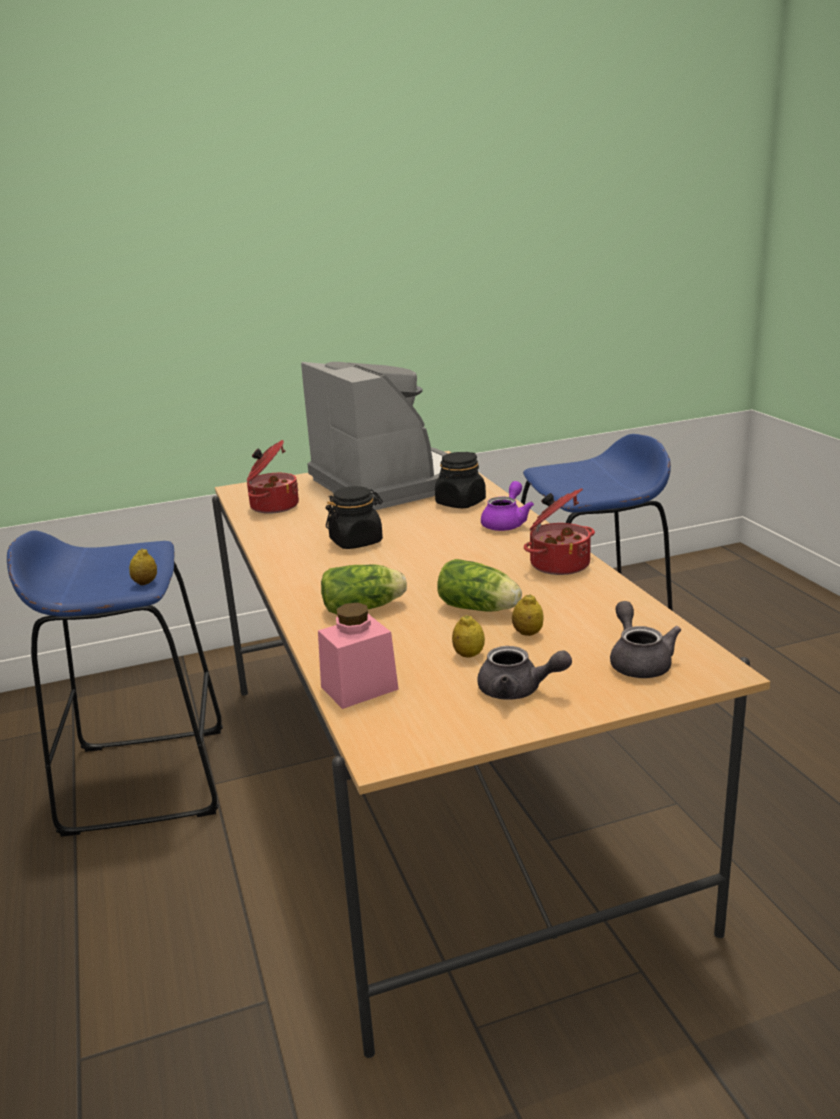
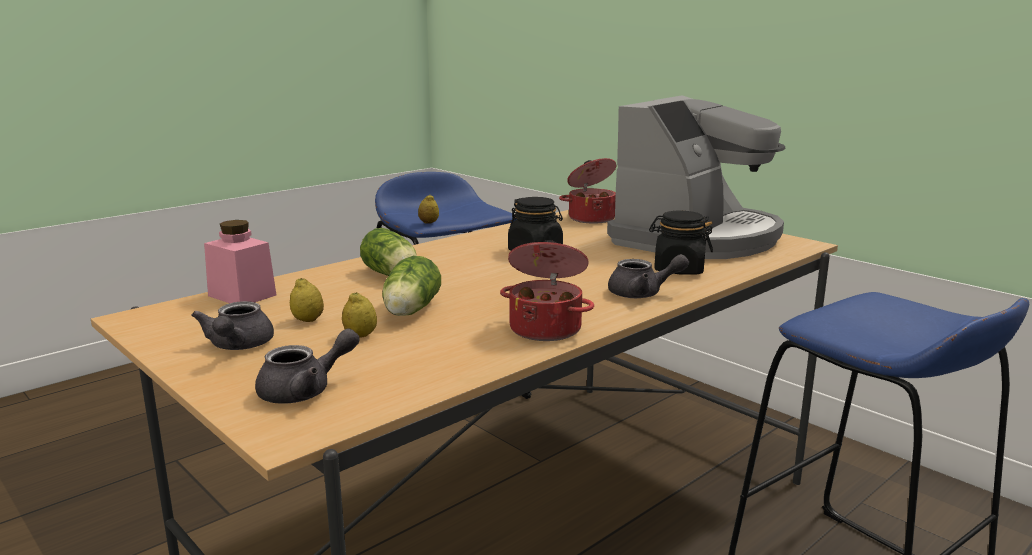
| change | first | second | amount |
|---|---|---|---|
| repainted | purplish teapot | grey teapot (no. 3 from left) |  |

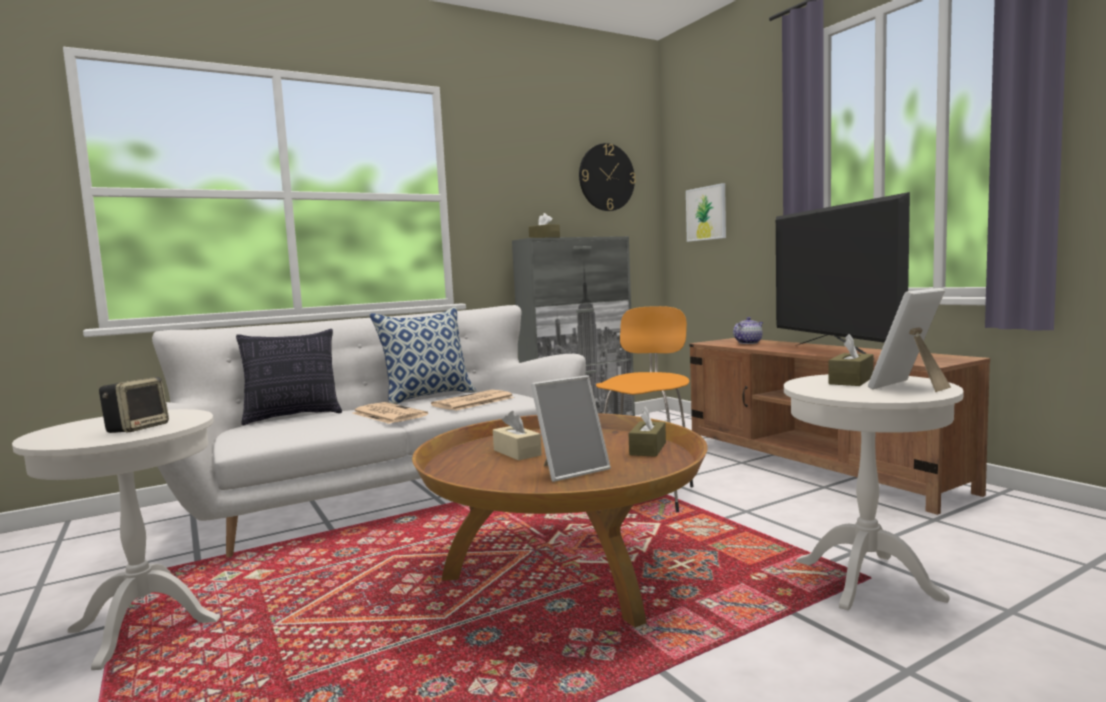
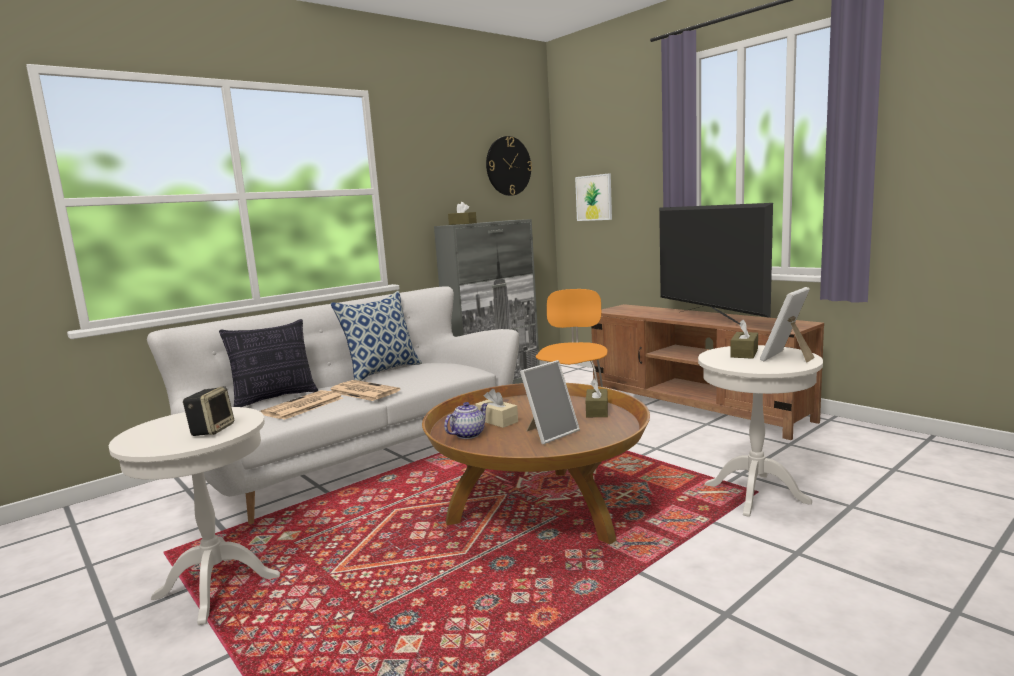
| change | first | second | amount |
|---|---|---|---|
| shifted | newspaper (no. 2 from left in the first image) | newspaper (no. 1 from left) |  |
| shifted | teapot |  |  |

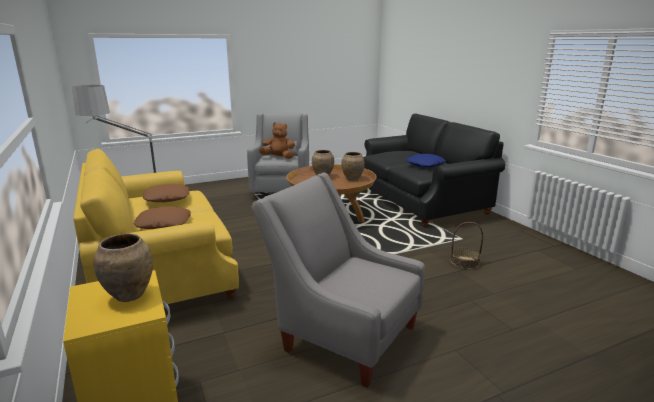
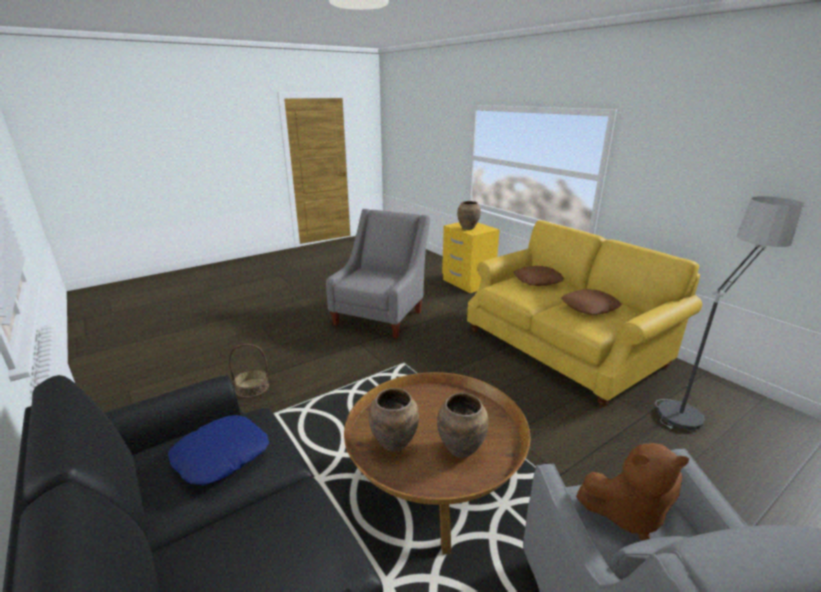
| change | first | second | amount |
|---|---|---|---|
| rotated | grey armchair (no. 2 from left in the first image) | grey armchair (no. 1 from left) | 90 degrees counterclockwise |

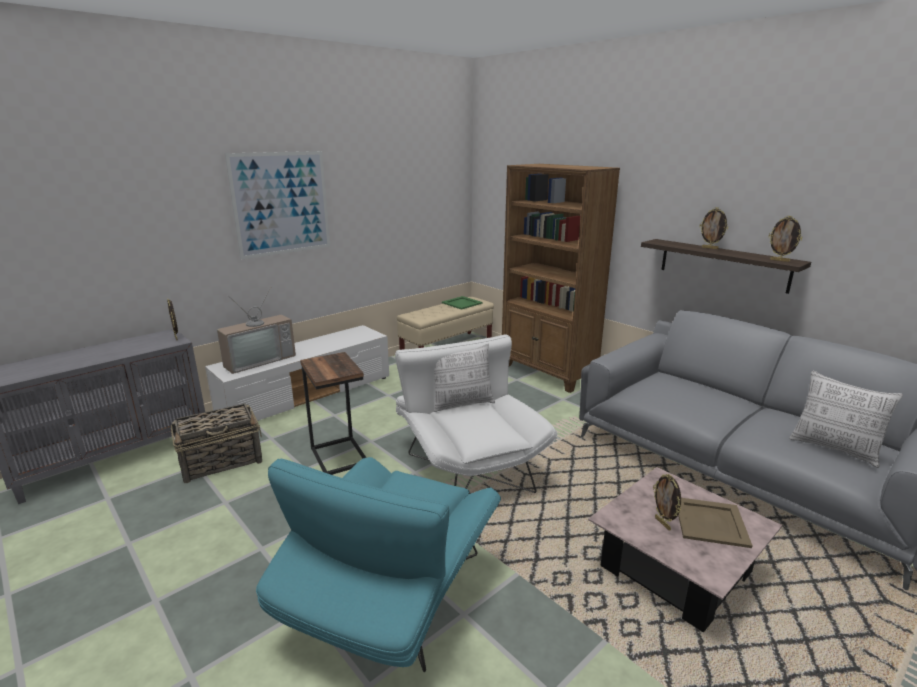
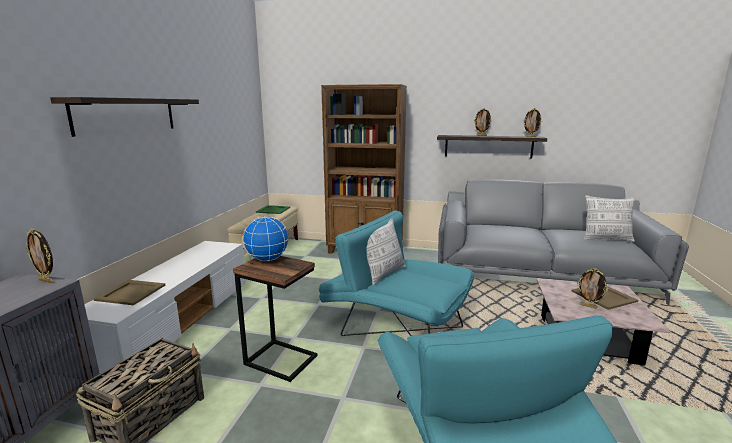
| change | first | second | amount |
|---|---|---|---|
| swapped | TV | sand-coloured carrying tray (no. 1 from left) |  |
| swapped | wall picture | shelf (no. 1 from left) |  |
| repainted | white-coloured armchair | turquoise-coloured armchair (no. 1 from left) |  |
| new |  | world globe |  |

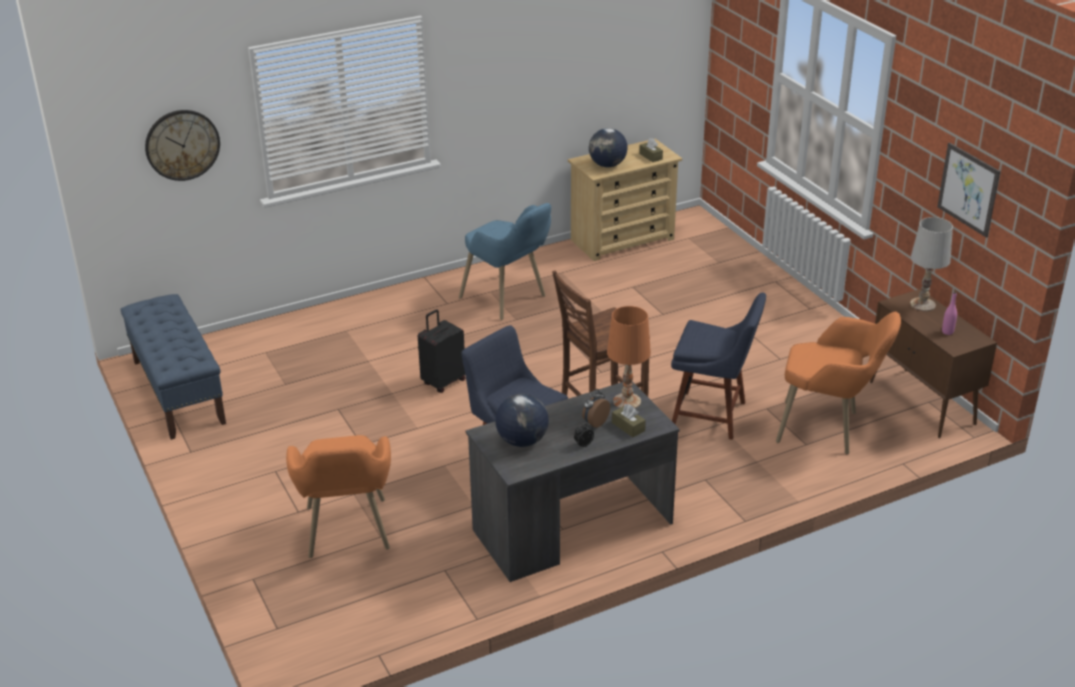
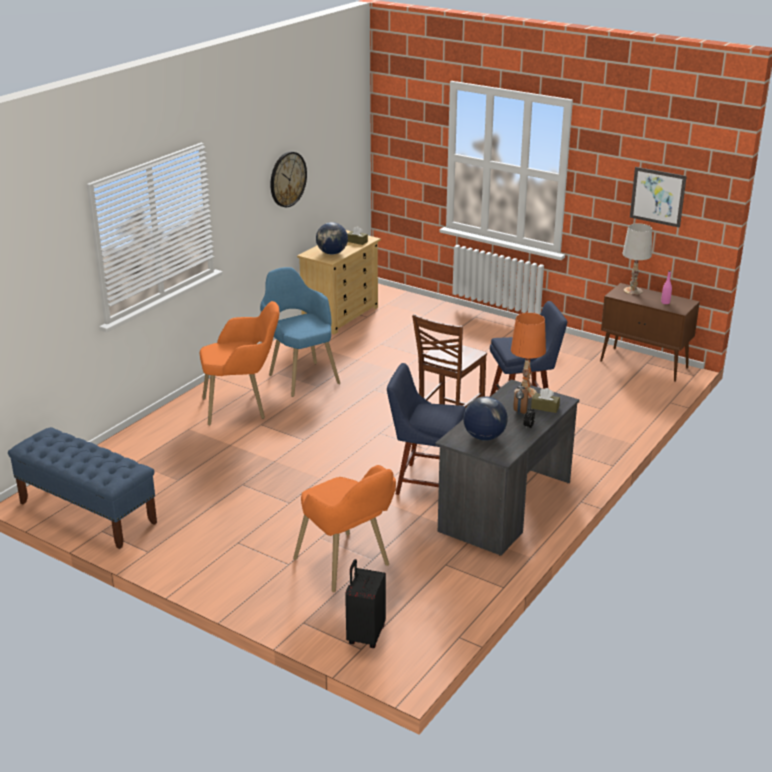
| change | first | second | amount |
|---|---|---|---|
| shifted | hanging clock |  |  |
| shifted | black-coloured piece of luggage |  |  |
| rotated | blue-coloured armchair |  | 135 degrees counterclockwise |
| shifted | orangey armchair (no. 2 from left in the first image) | orangey armchair (no. 1 from left) |  |

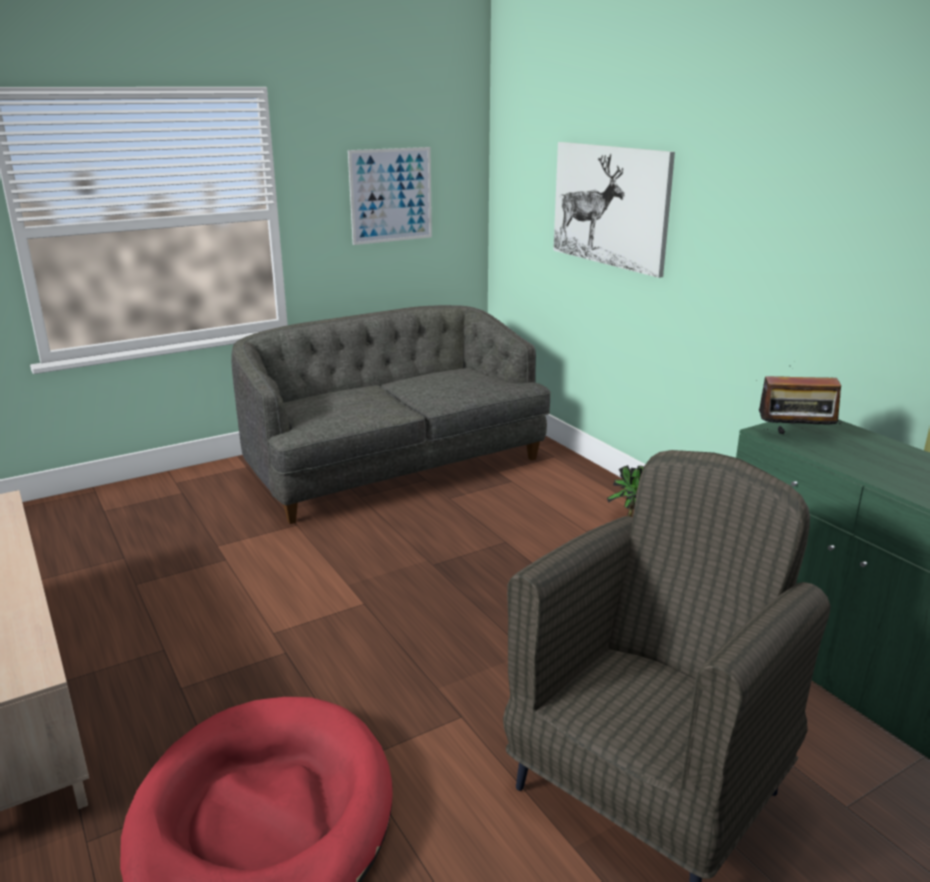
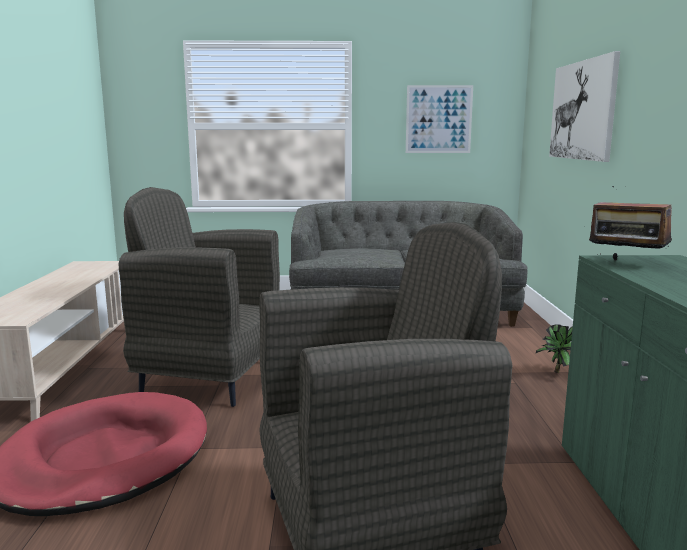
| change | first | second | amount |
|---|---|---|---|
| new |  | grey armchair (no. 1 from left) |  |

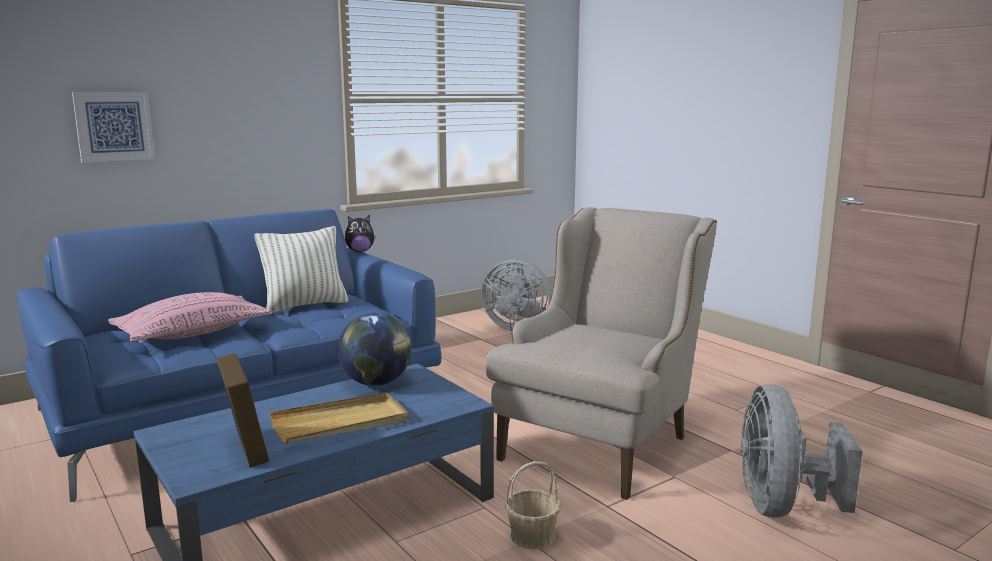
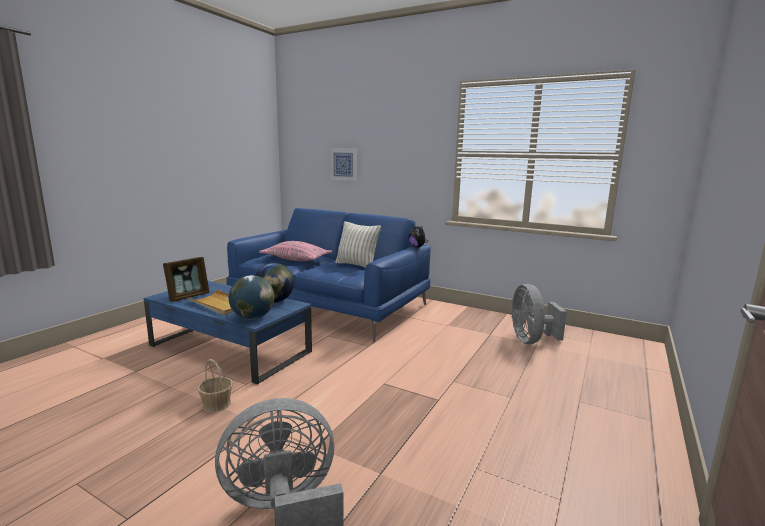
| change | first | second | amount |
|---|---|---|---|
| gone | sand-coloured armchair |  |  |
| new |  | world globe (no. 1 from left) |  |

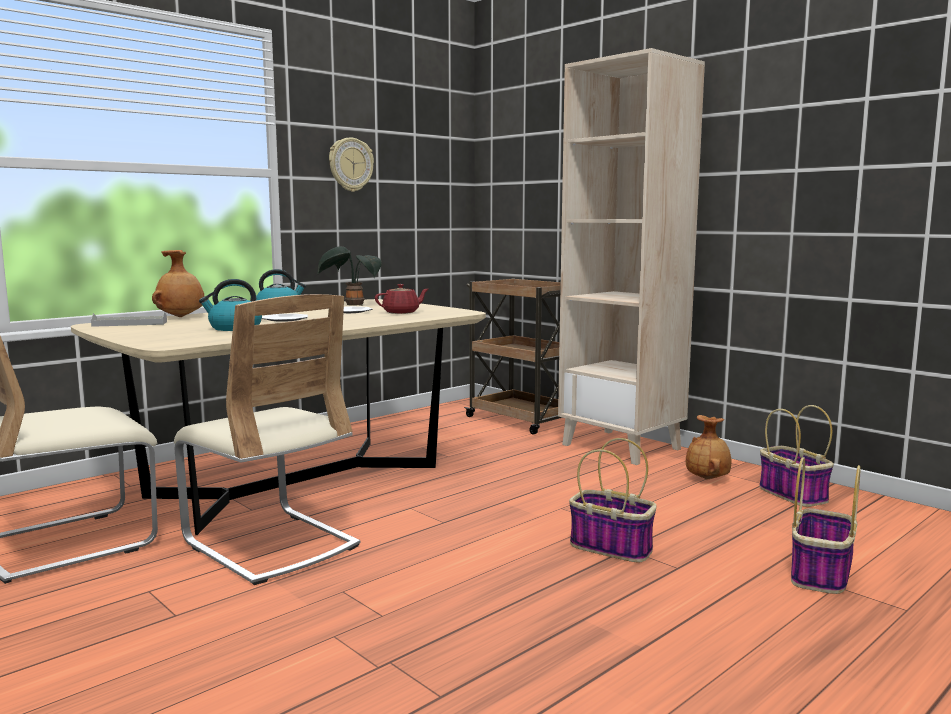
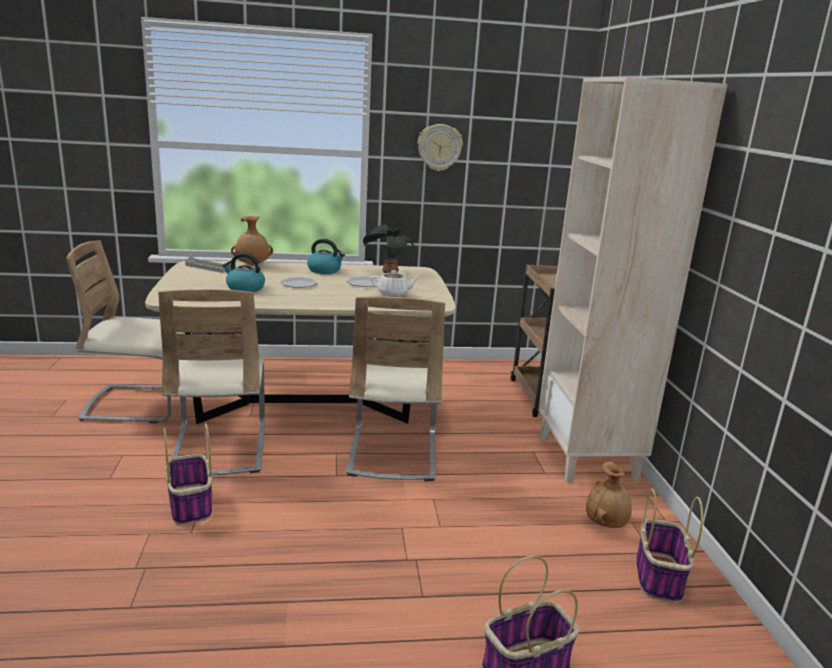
| change | first | second | amount |
|---|---|---|---|
| repainted | reddish teapot | white-coloured teapot |  |
| shifted | storage basket (no. 1 from left) |  |  |
| new |  | sand-coloured upright chair (no. 3 from left) |  |

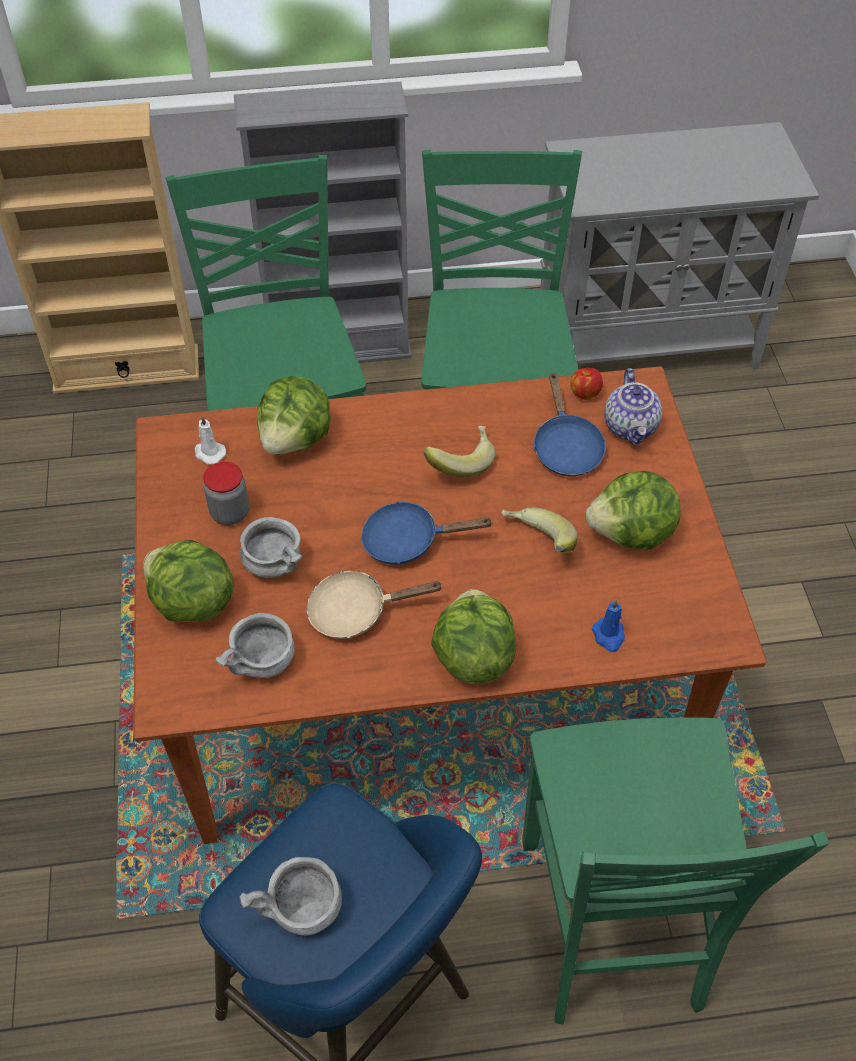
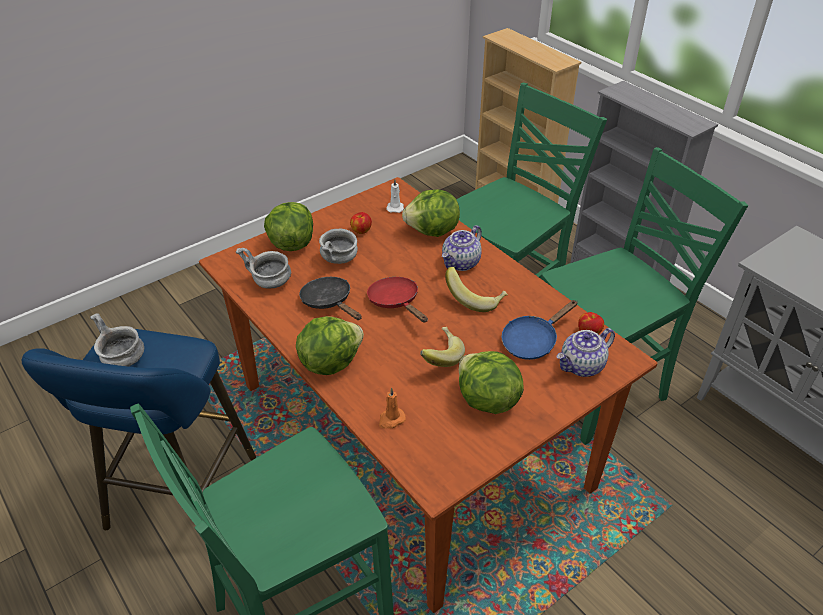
| change | first | second | amount |
|---|---|---|---|
| swapped | jar | apple (no. 1 from left) |  |
| repainted | sand-coloured frying pan | black-coloured frying pan |  |
| repainted | blue-coloured frying pan (no. 1 from left) | reddish frying pan |  |
| repainted | blue-coloured wax candle | orangey wax candle |  |
| new |  | teapot (no. 1 from left) |  |

